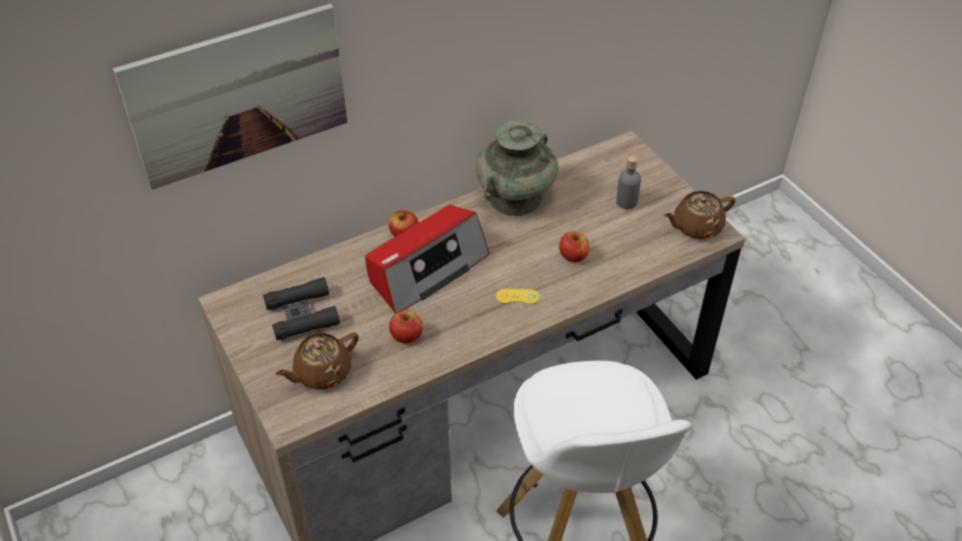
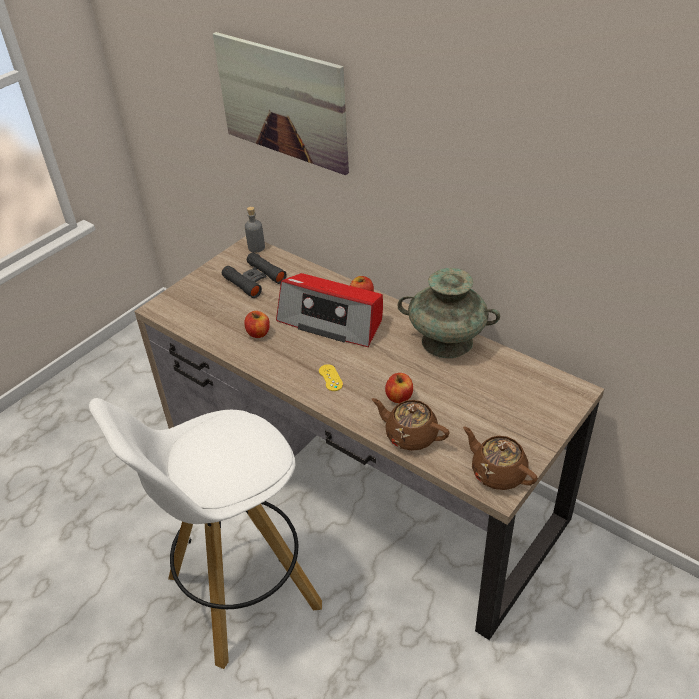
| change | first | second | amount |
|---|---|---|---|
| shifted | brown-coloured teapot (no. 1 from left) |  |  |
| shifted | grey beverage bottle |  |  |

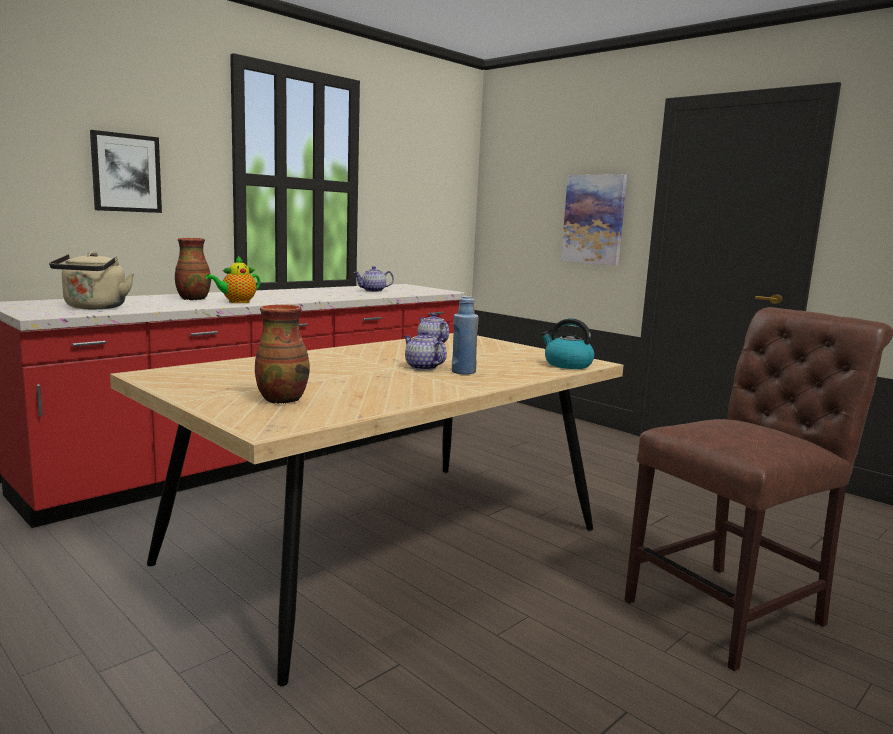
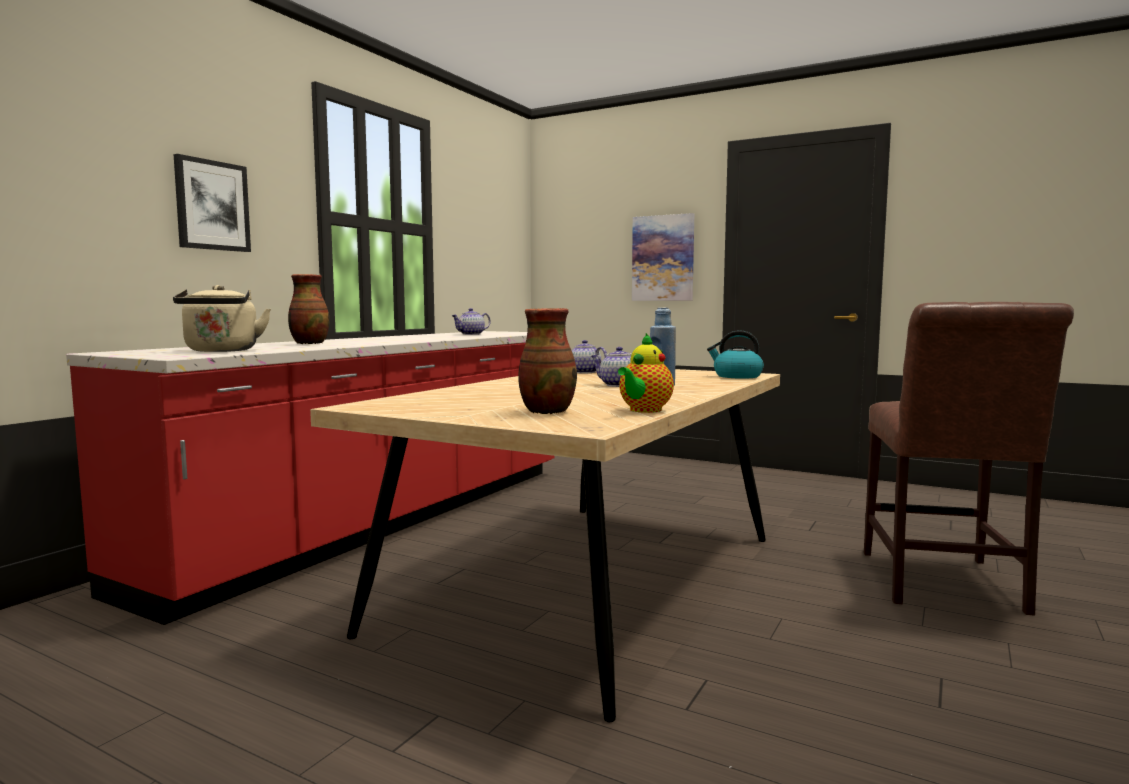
| change | first | second | amount |
|---|---|---|---|
| shifted | teapot (no. 1 from left in the first image) | teapot (no. 4 from left) |  |
| rotated | brown-coloured upright chair |  | 150 degrees clockwise |

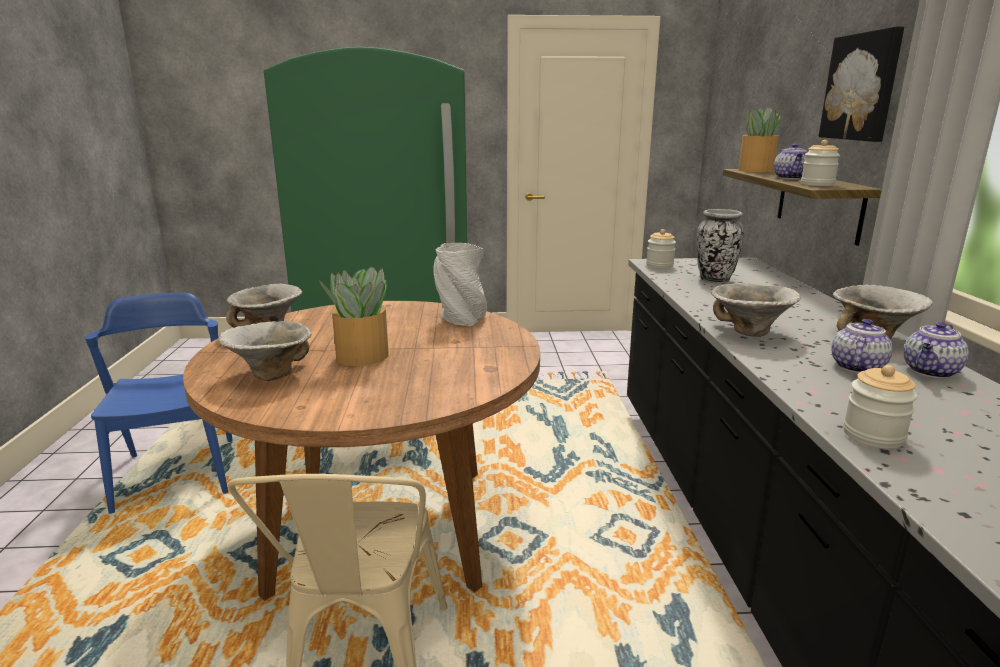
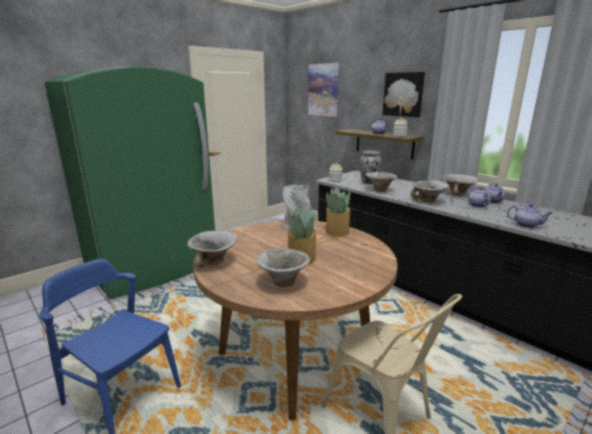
| change | first | second | amount |
|---|---|---|---|
| shifted | houseplant (no. 2 from left) |  |  |
| swapped | jar (no. 3 from left) | teapot (no. 4 from left) |  |
| new |  | wall picture (no. 1 from left) |  |
| new |  | bowl (no. 3 from left) |  |

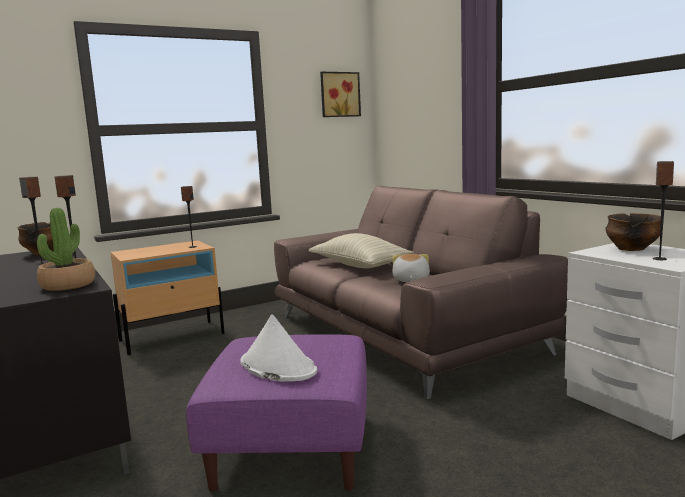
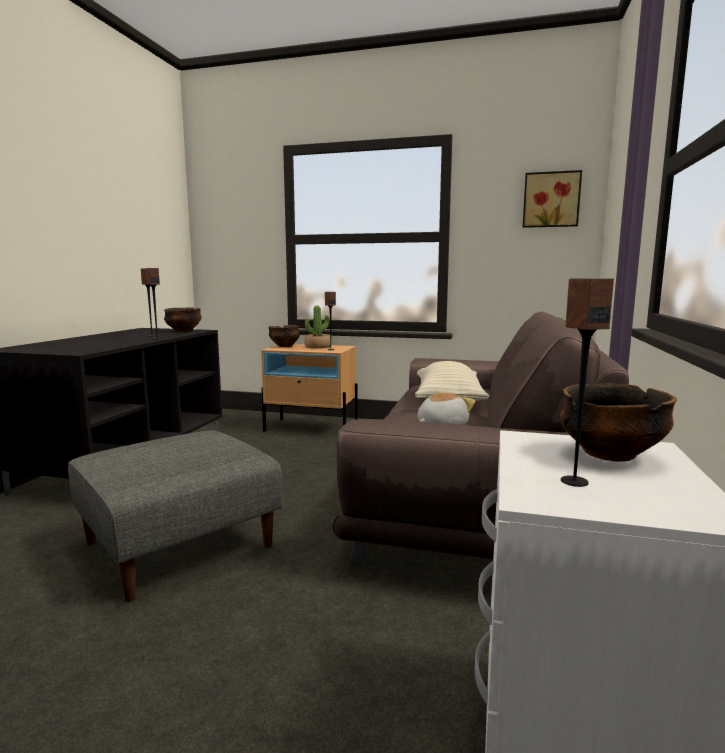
| change | first | second | amount |
|---|---|---|---|
| shifted | houseplant |  |  |
| repainted | purplish pouffe | grey pouffe |  |
| gone | white-coloured wearable hat |  |  |
| new |  | bowl (no. 2 from left) |  |

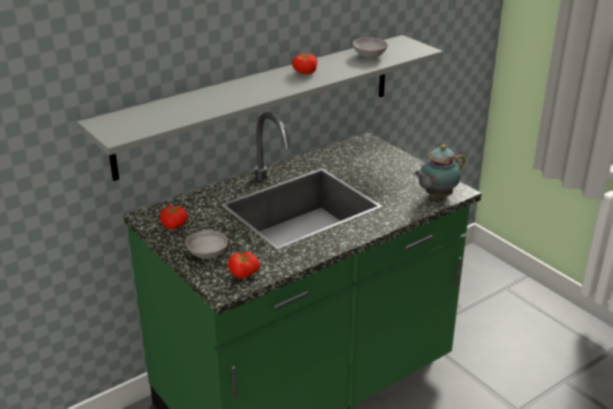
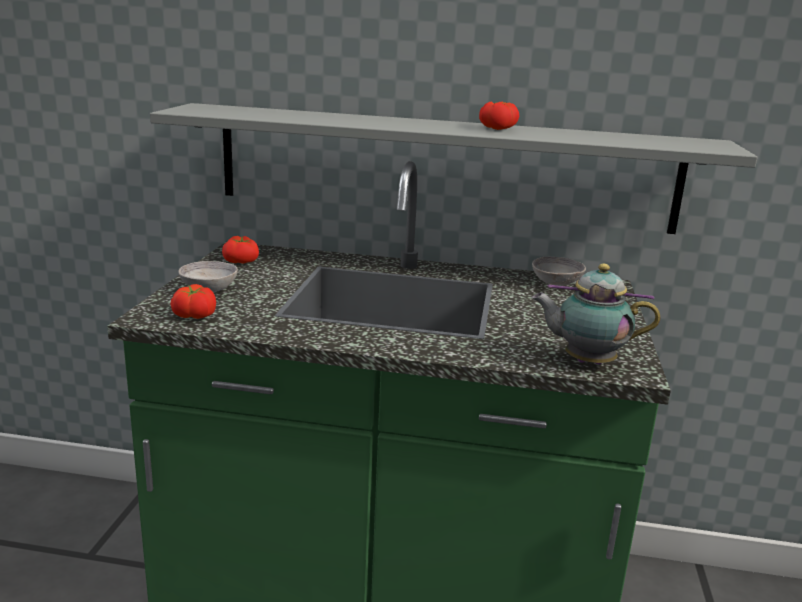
| change | first | second | amount |
|---|---|---|---|
| shifted | grey bowl (no. 2 from left) |  |  |

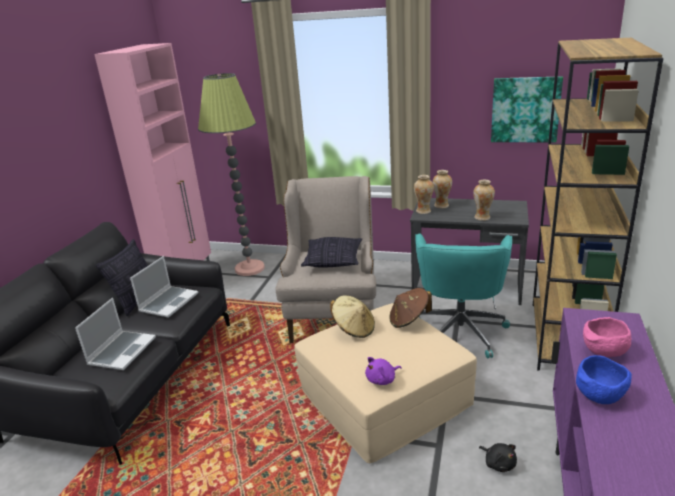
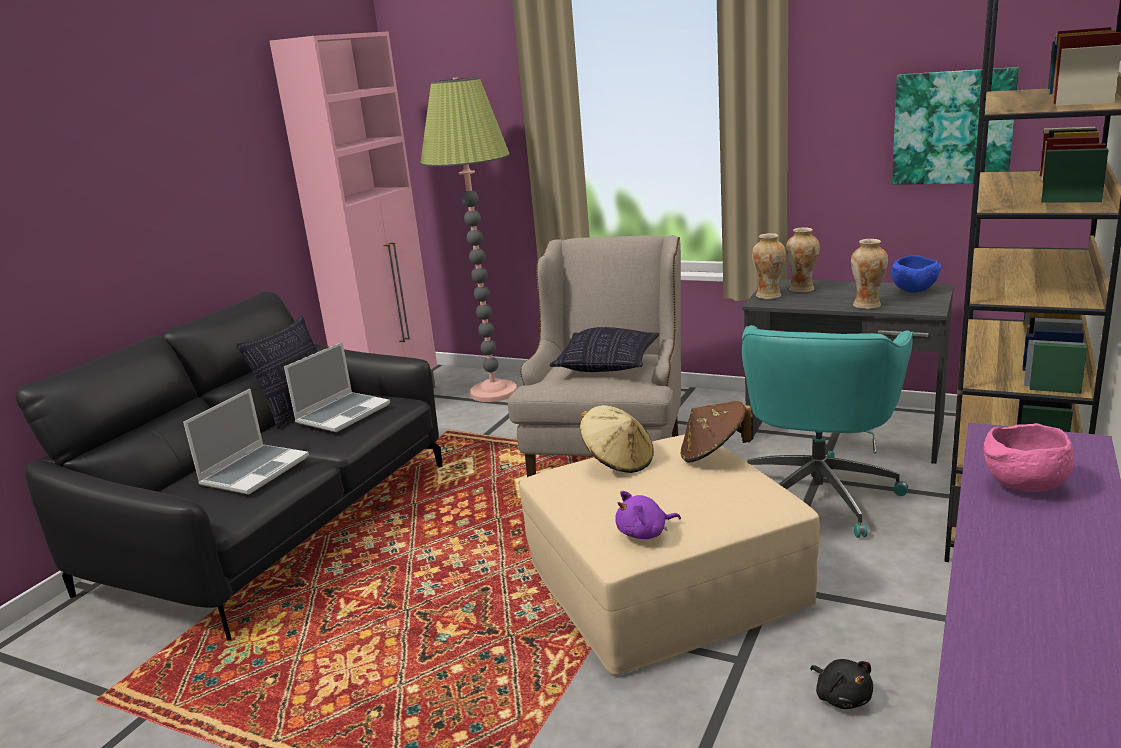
| change | first | second | amount |
|---|---|---|---|
| shifted | blue-coloured bowl |  |  |

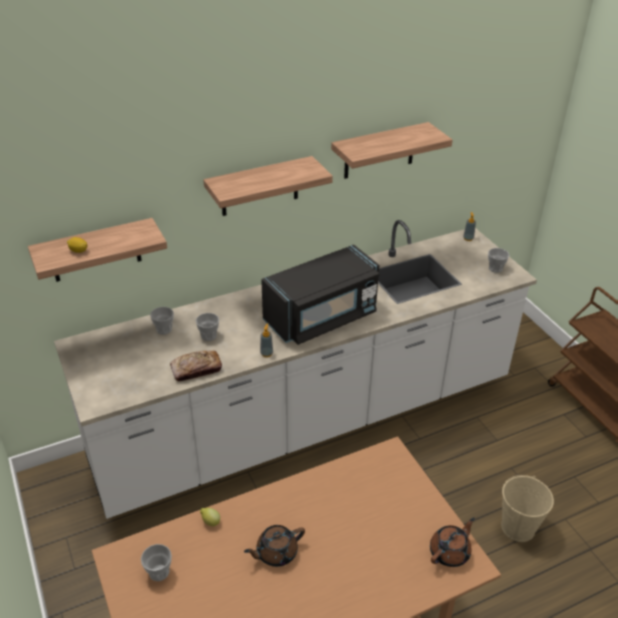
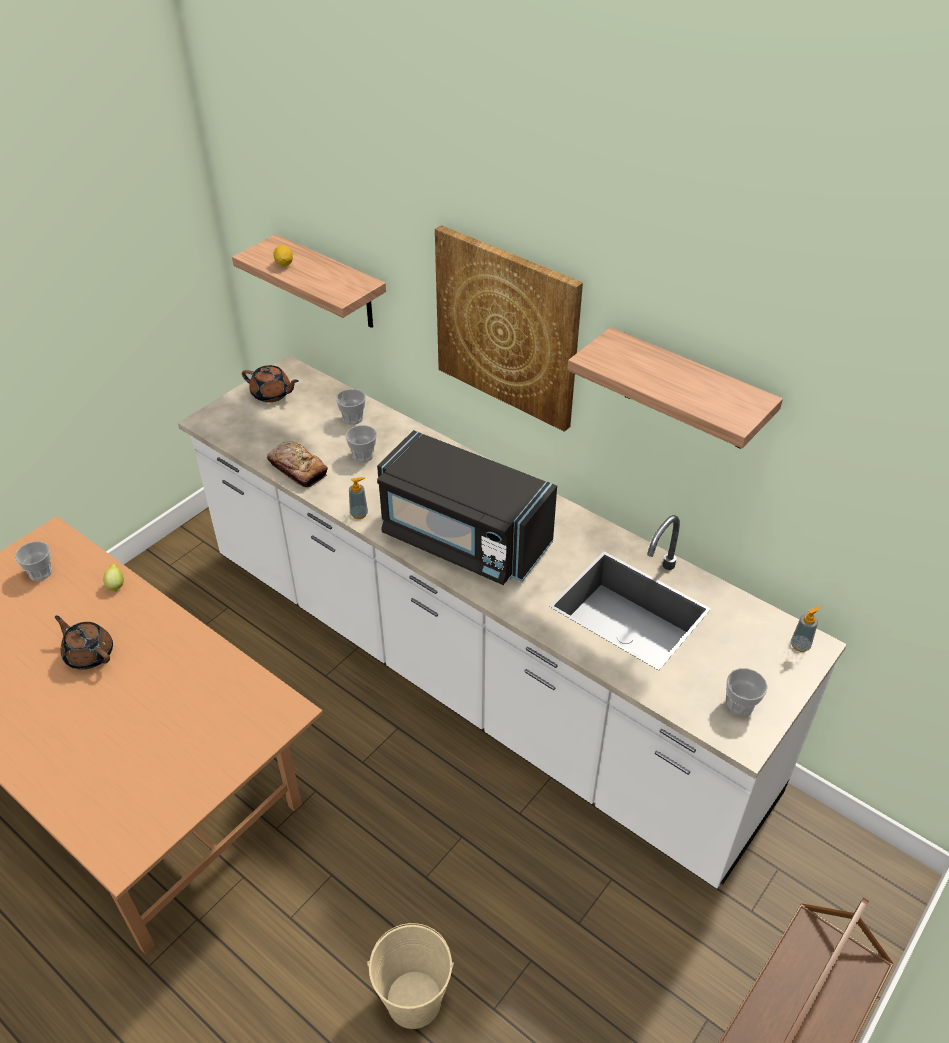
| change | first | second | amount |
|---|---|---|---|
| swapped | shelf (no. 2 from left) | wall picture |  |
| shifted | brown-coloured teapot (no. 2 from left) |  |  |

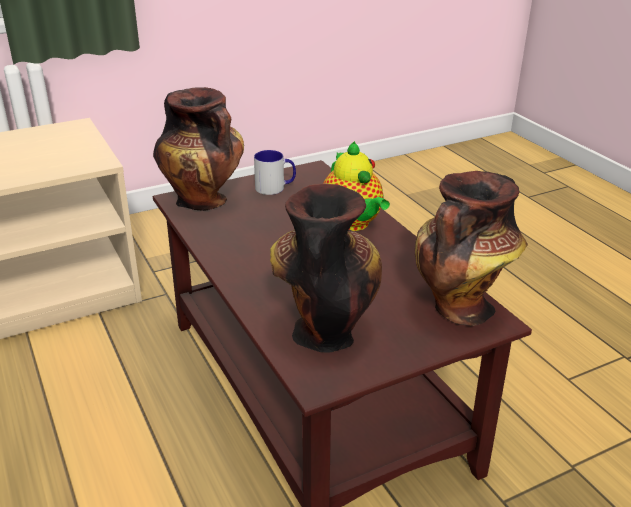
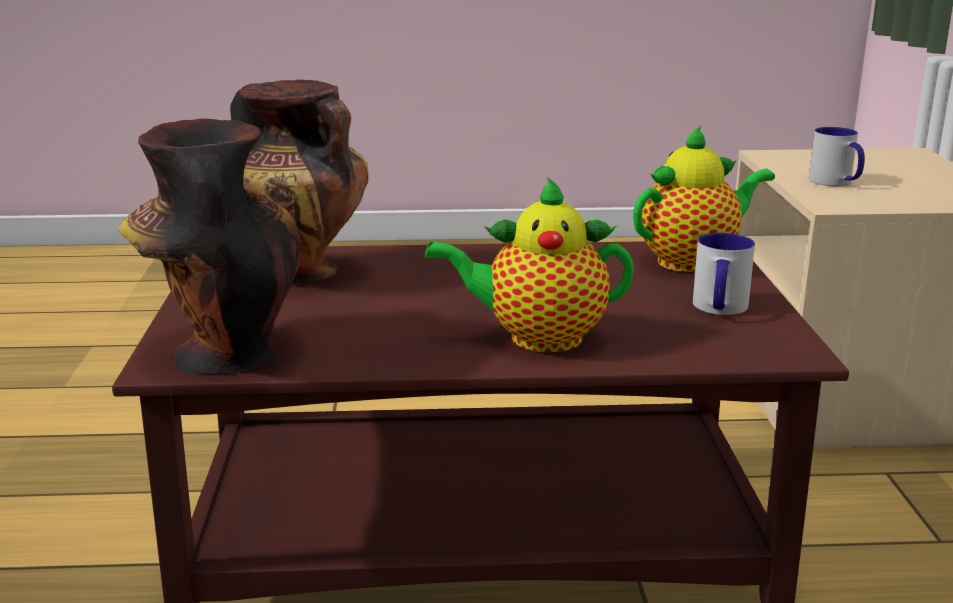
| change | first | second | amount |
|---|---|---|---|
| swapped | decorative vase (no. 1 from left) | teapot (no. 2 from left) |  |
| new |  | tea mug (no. 2 from left) |  |

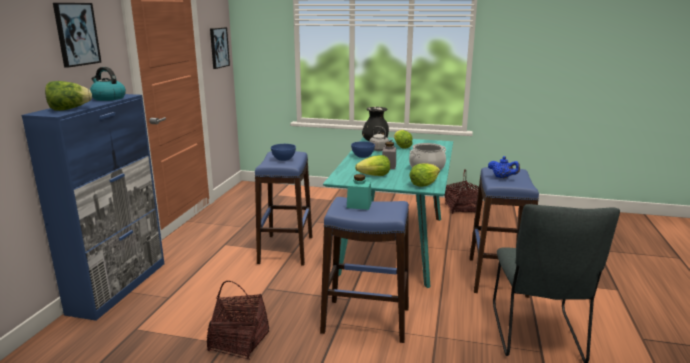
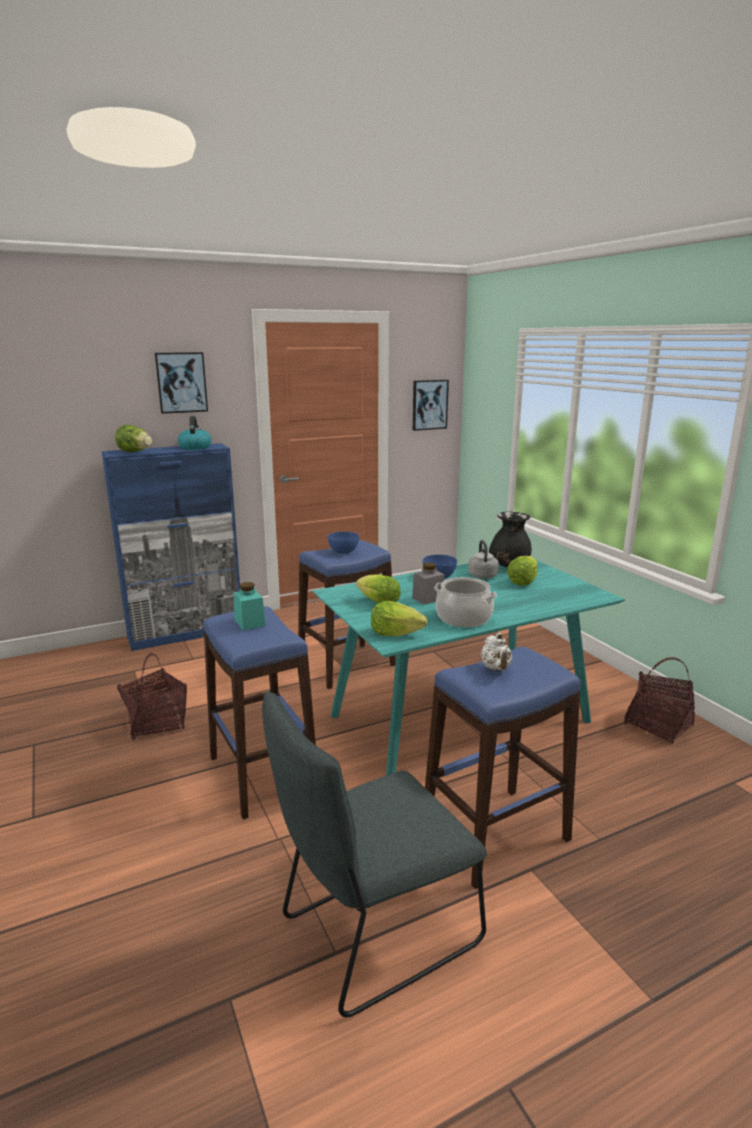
| change | first | second | amount |
|---|---|---|---|
| repainted | blue-coloured teapot | white-coloured teapot |  |

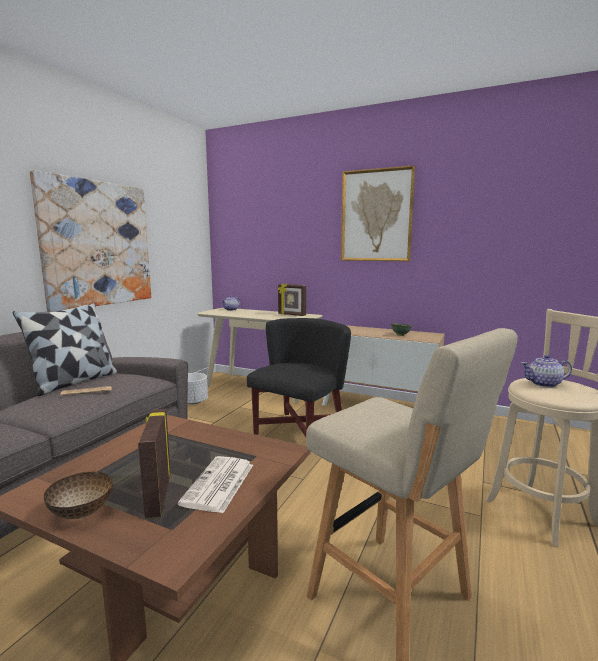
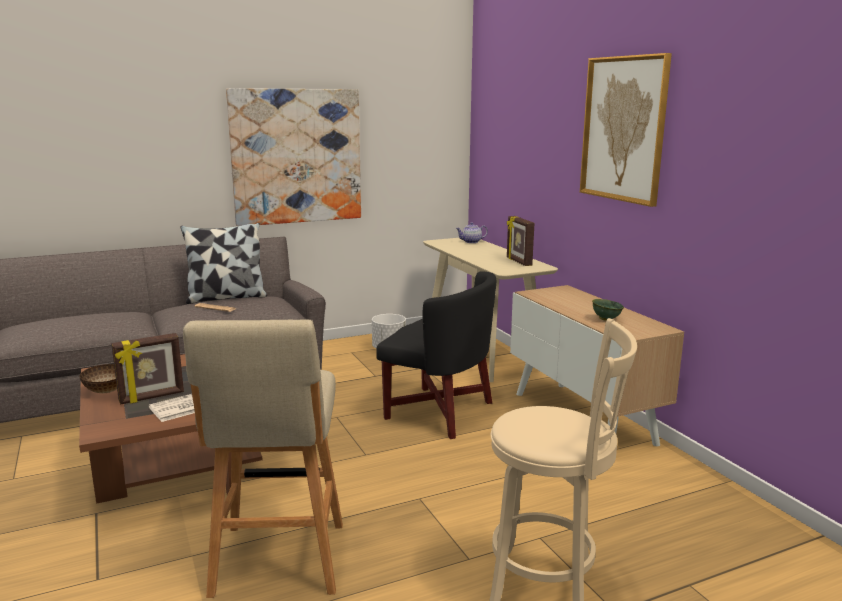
| change | first | second | amount |
|---|---|---|---|
| rotated | picture frame (no. 1 from left) |  | 150 degrees counterclockwise |
| rotated | black-coloured armchair |  | 45 degrees clockwise |
| gone | teapot (no. 2 from left) |  |  |

